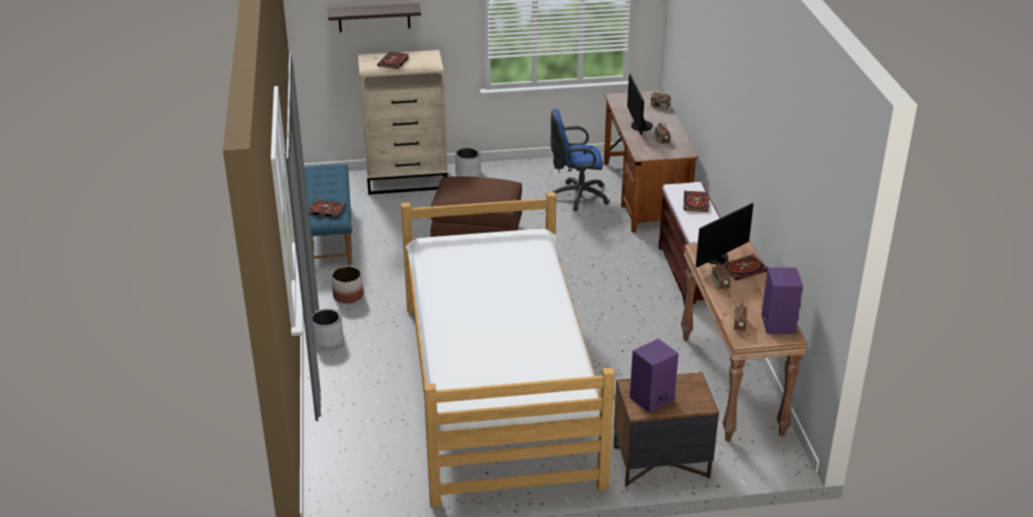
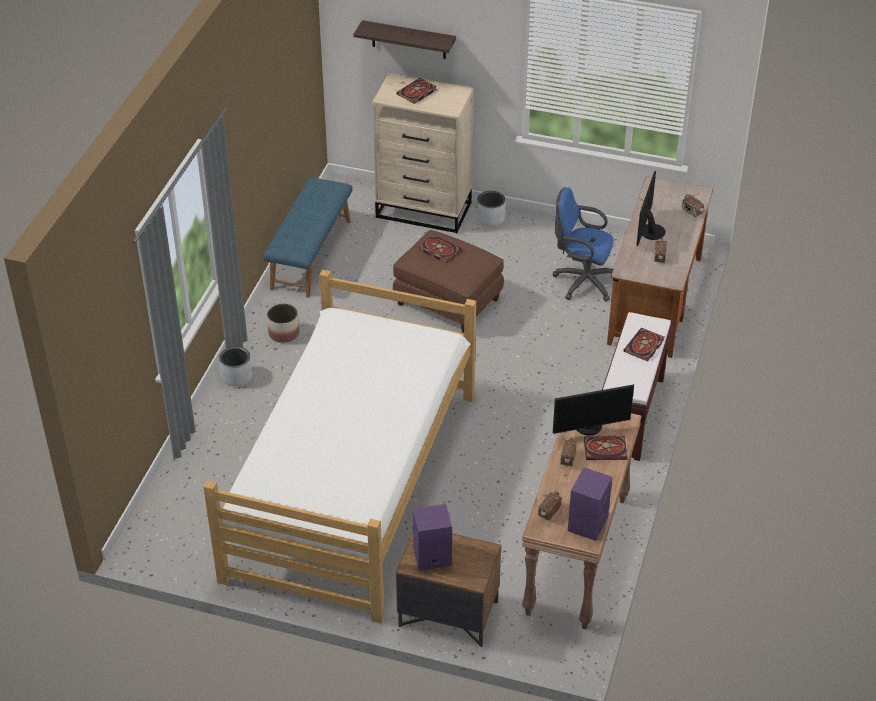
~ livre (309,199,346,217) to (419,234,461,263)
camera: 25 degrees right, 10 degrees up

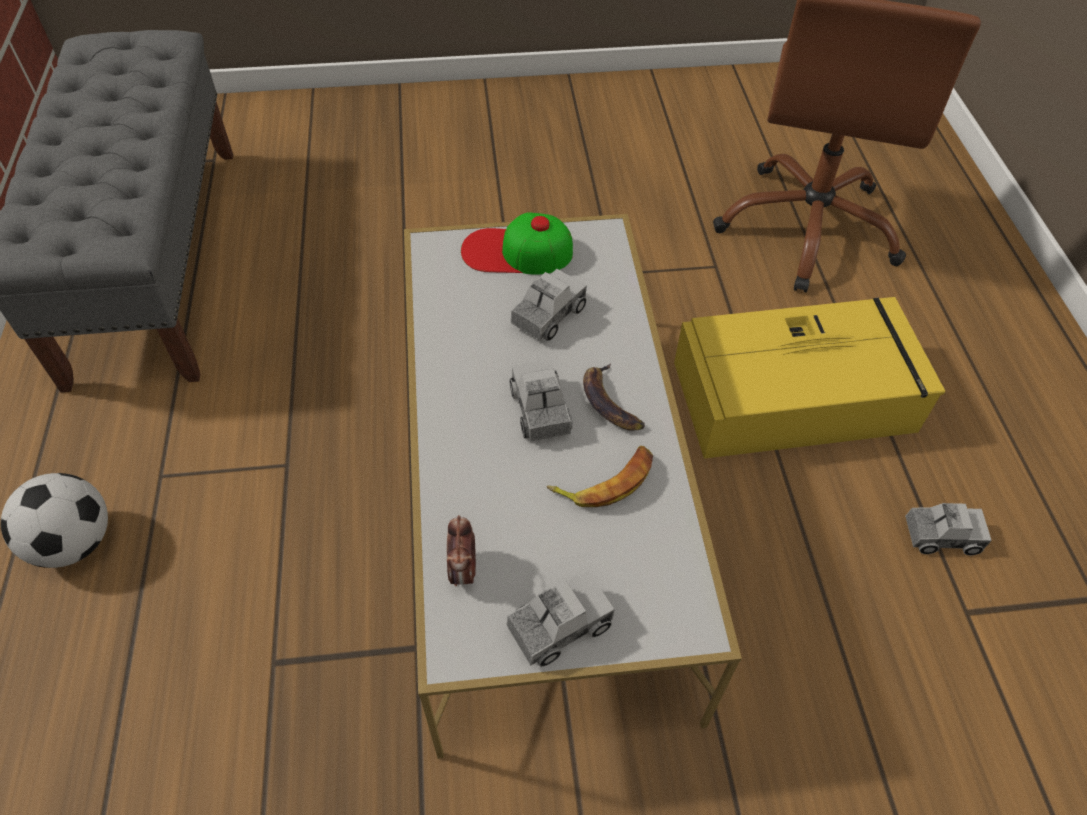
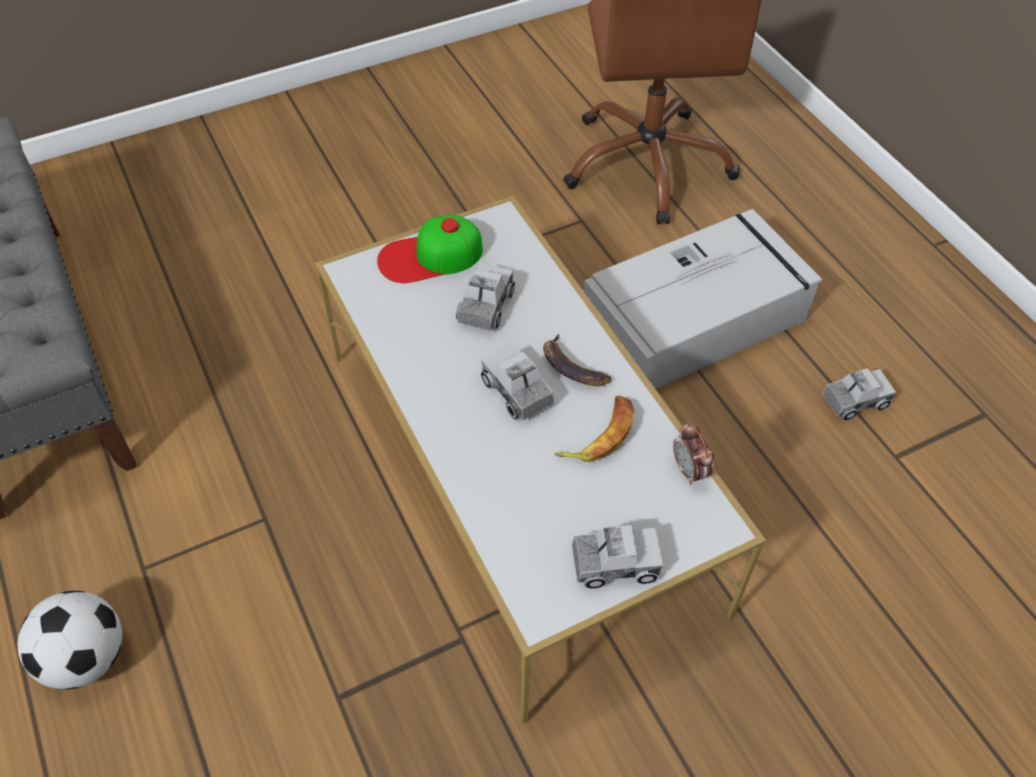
~ réveil (447,515,476,586) to (673,422,714,485)
~ boîte de rangement [jaune] (674,297,945,459) to boîte de rangement [gris] (583,209,822,389)
~ camion jouet (507,571,614,667) = (572,525,663,589) 45 degrees clockwise
camera: 20 degrees left, 0 degrees up

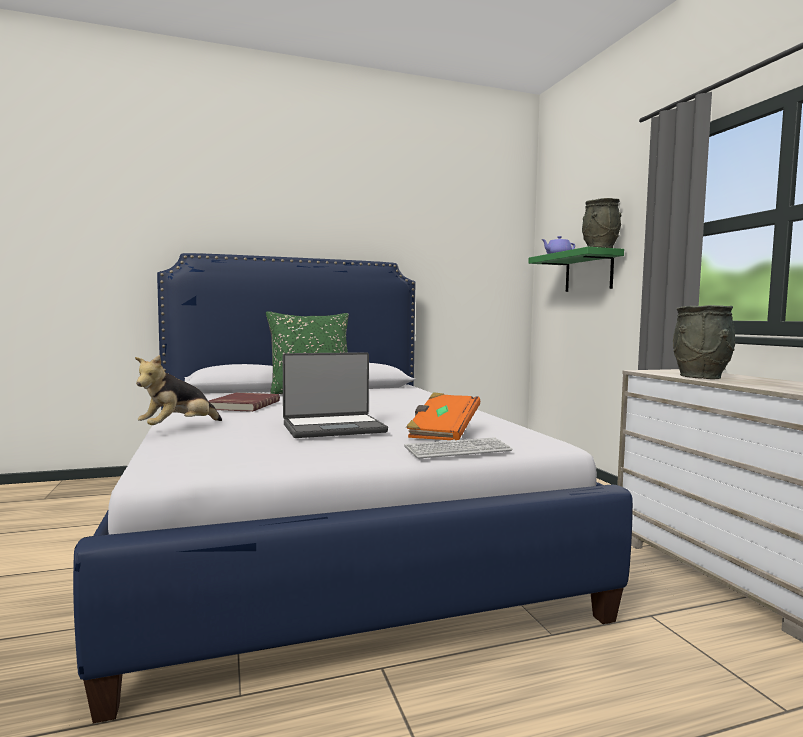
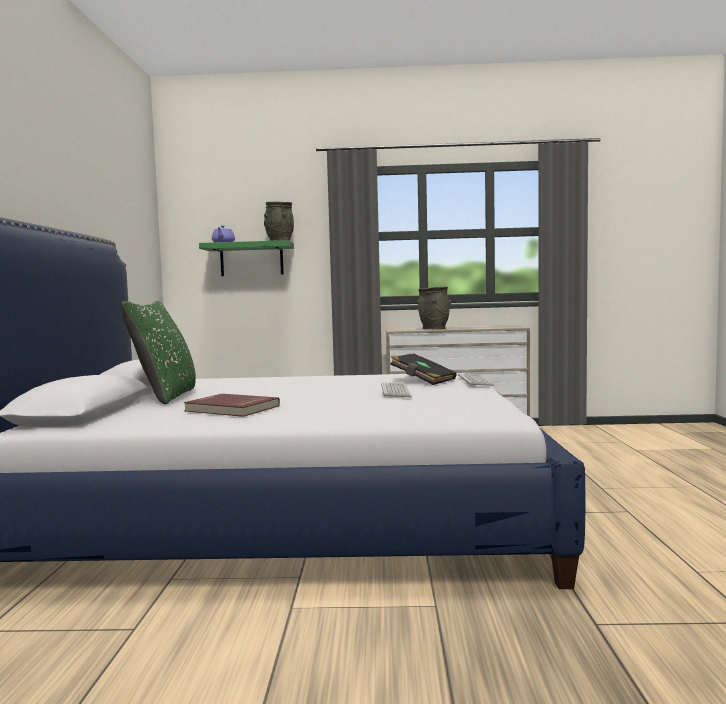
- peluche (135,355,222,425)
~ ordinateur portable (283,352,388,438) to clavier (381,382,412,397)
~ livre [orange] (406,392,480,440) to livre [noir] (390,354,457,385)
camera: 70 degrees left, 0 degrees up

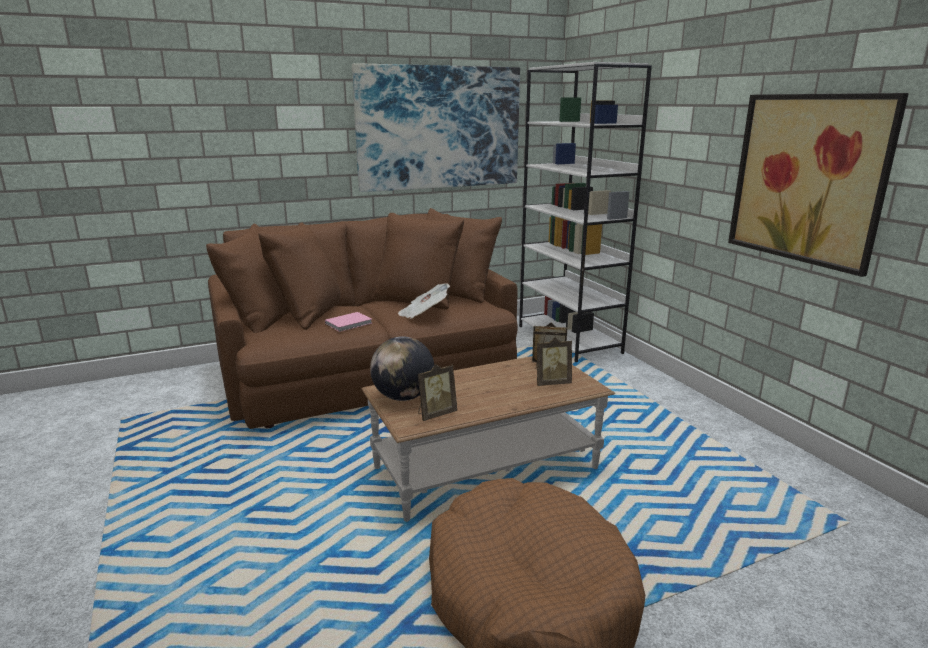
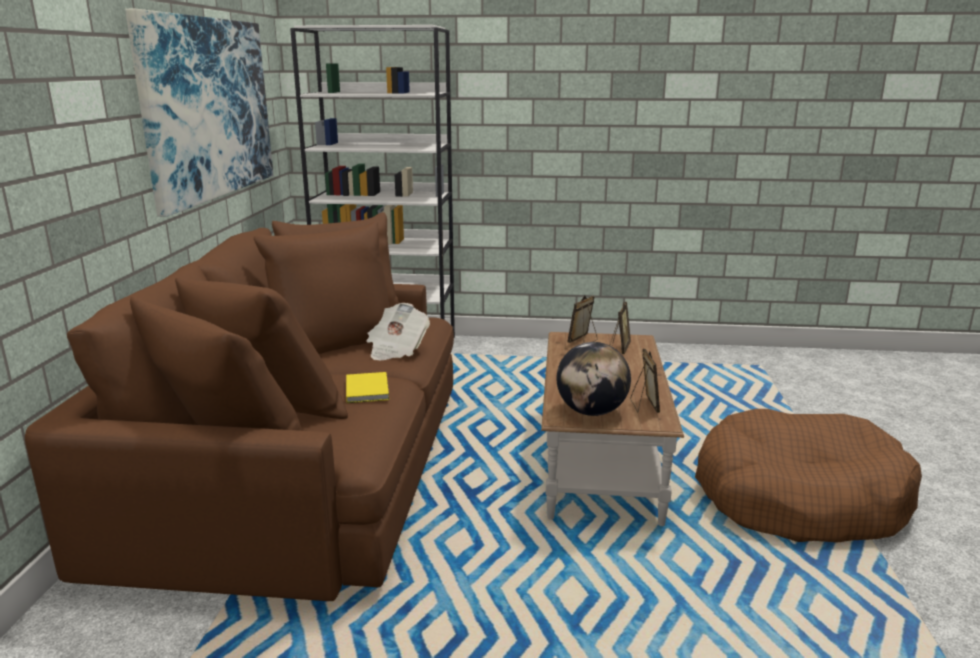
- tableau (728,93,909,277)
~ livre [rose] (325,312,372,332) to livre [jaune] (346,372,389,403)
camera: 60 degrees left, 0 degrees up

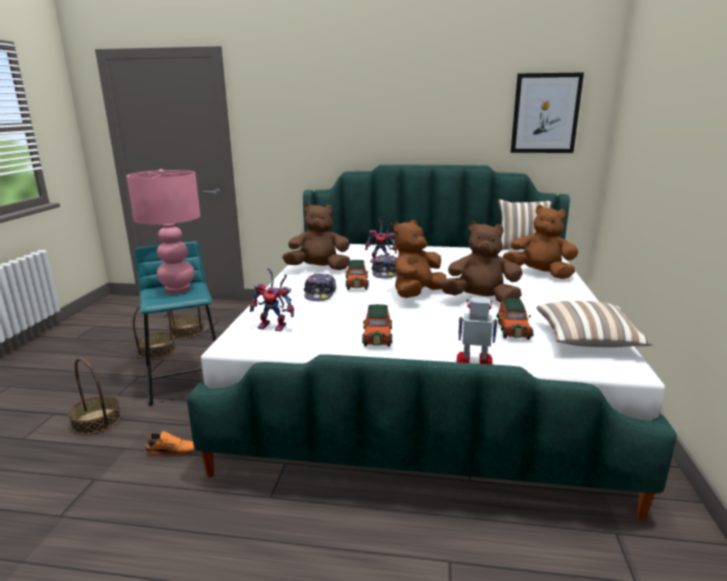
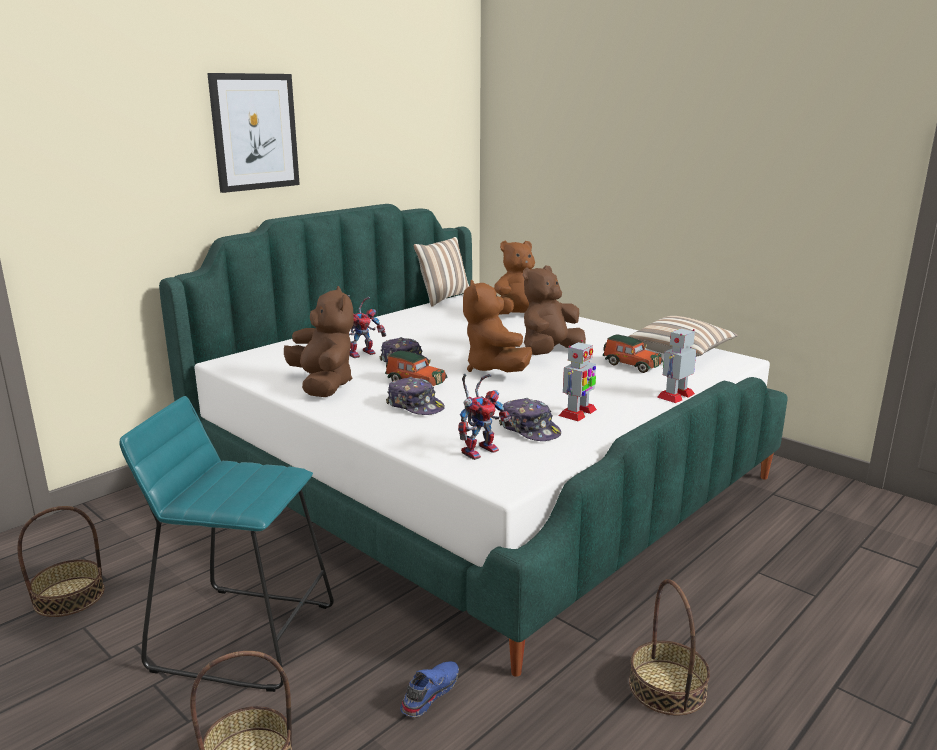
- lampe de table [rose] (126,169,200,294)
+ casquette (499,398,561,441)
~ panier (133,305,175,359) to (629,579,710,715)
~ tableau (511,72,584,153) to (207,73,300,193)
~ petite voiture (362,304,392,347) to robot jouet (559,340,597,421)
~ chaussure [orange] (145,431,195,457) to chaussure [bleu] (400,661,459,717)
~ peluche [marron] (282,203,350,270) = (284,286,354,397) 120 degrees clockwise
camera: 55 degrees left, 0 degrees up

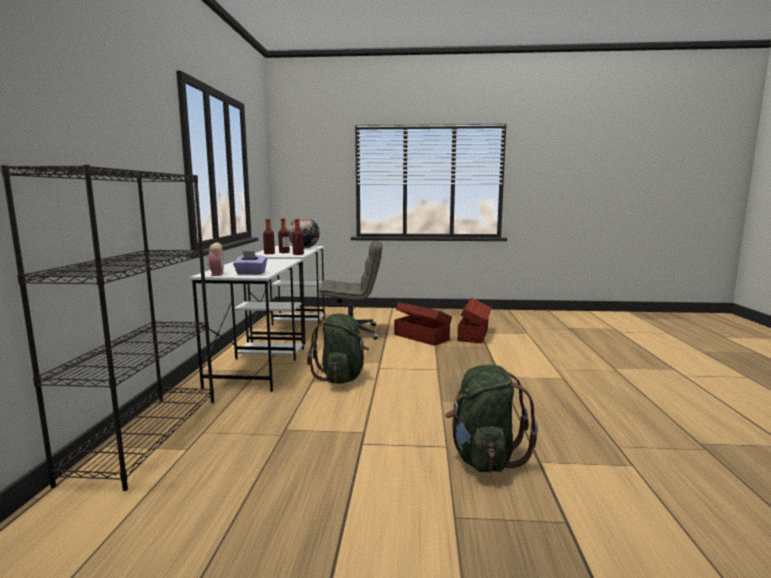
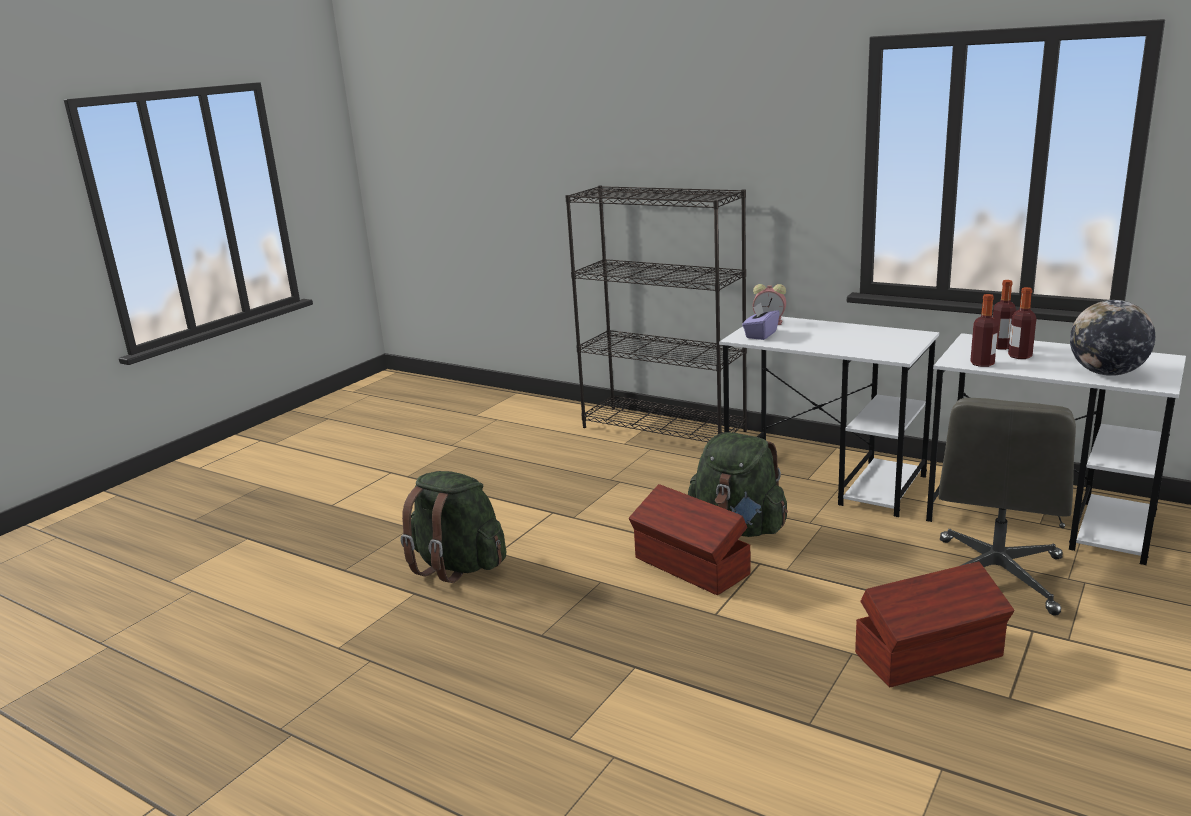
~ boîte de rangement [marron] (457,298,492,343) to (629,484,750,595)
camera: 120 degrees right, 10 degrees up

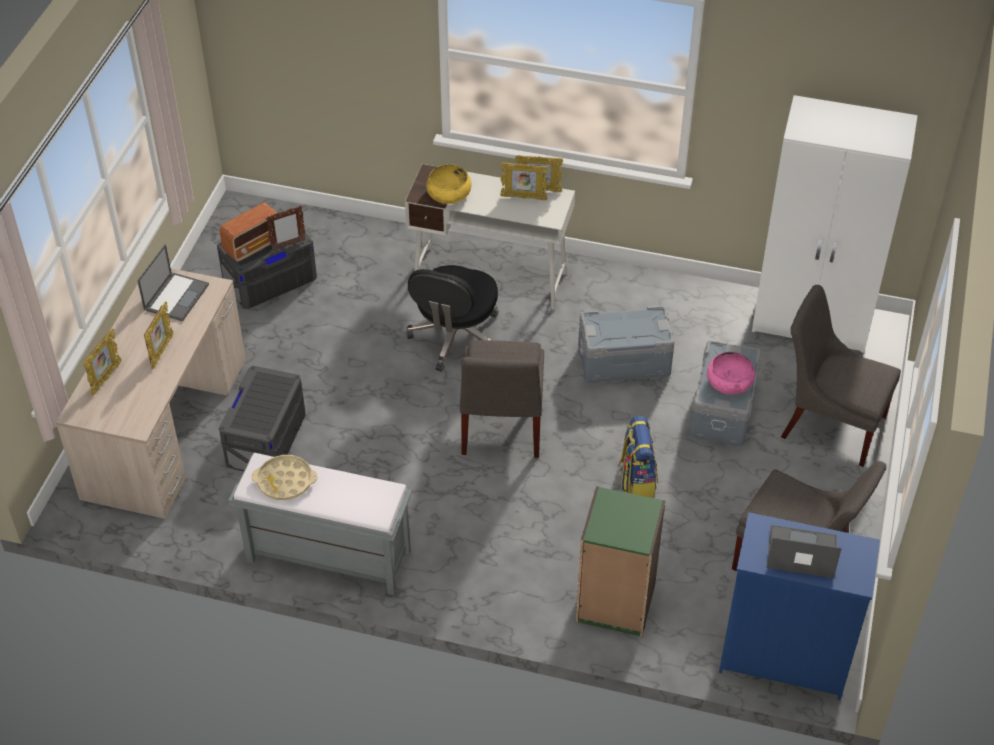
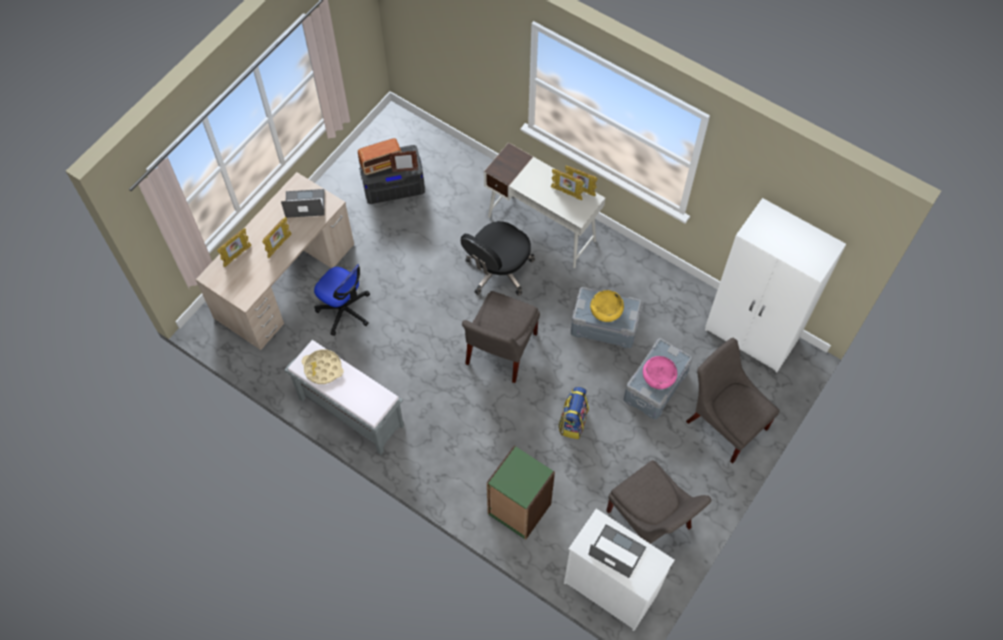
~ bol [jaune] (426,164,471,204) to (590,290,624,322)
~ boîte de rangement [gris] (219,366,306,471) to chaise de bureau (314,264,370,336)
~ commode [bleu] (719,512,880,700) to commode [blanc] (564,509,675,631)
~ ordinateur portable (137,244,209,321) = (281,189,325,218) 135 degrees counterclockwise
camera: 20 degrees right, 15 degrees up

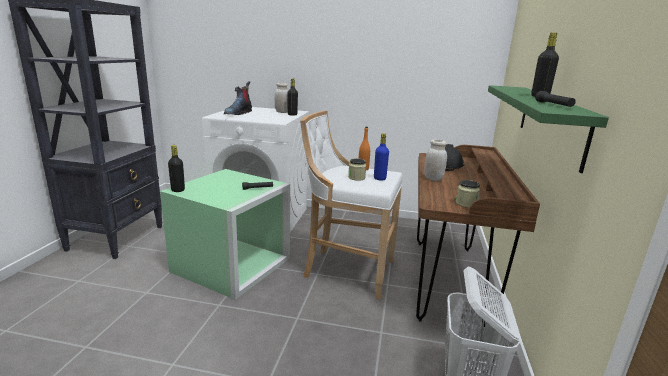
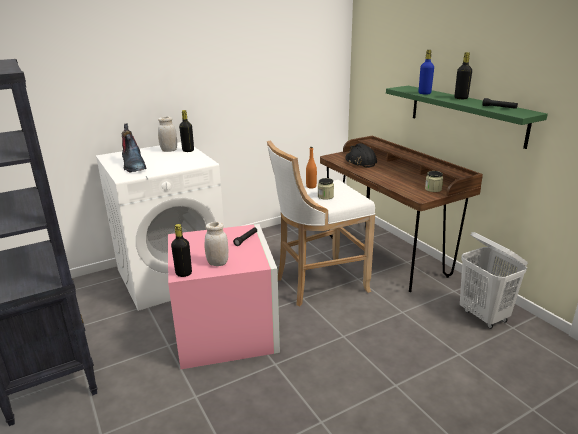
~ bouteille [bleu] (374,133,389,181) to (419,50,434,95)
~ bocal [blanc] (424,140,447,181) to (205,222,228,266)
~ boîte de rangement [vert] (160,169,290,300) to boîte de rangement [rose] (168,224,280,369)
camera: 40 degrees left, 5 degrees up

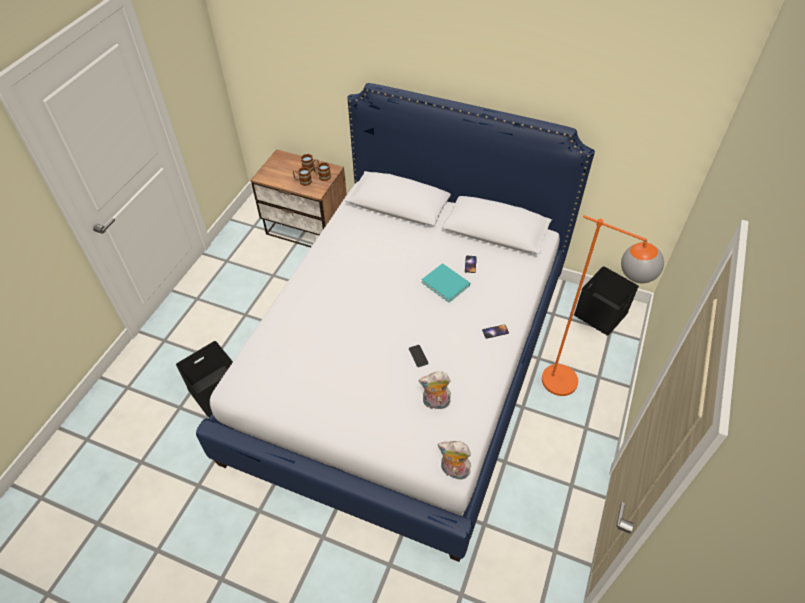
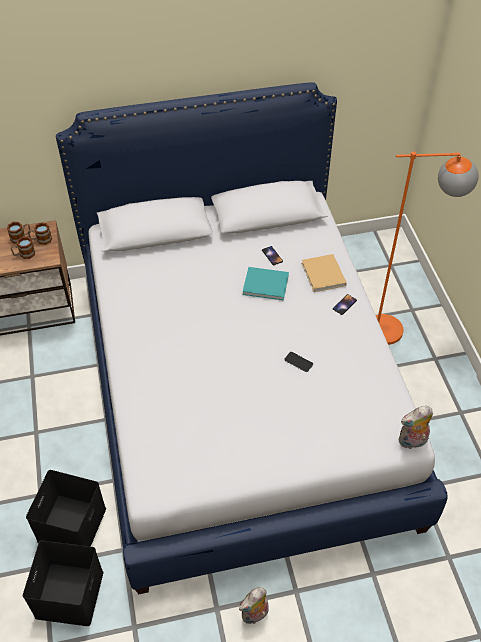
+ livre [beige] (301,254,347,292)
~ peluche (419,371,451,409) to (239,587,269,624)
~ boîte de rangement [noir] (574,266,639,336) to (23,541,104,626)
camera: 35 degrees left, 0 degrees up

